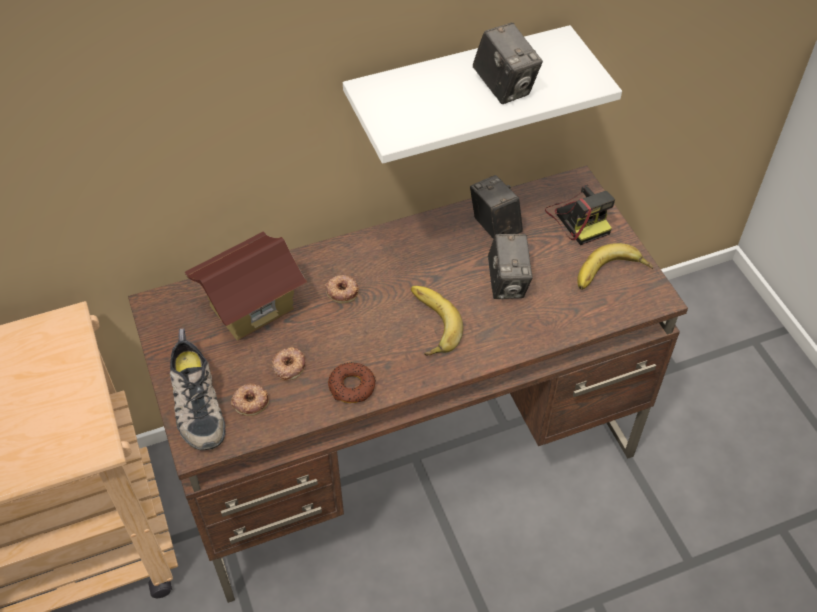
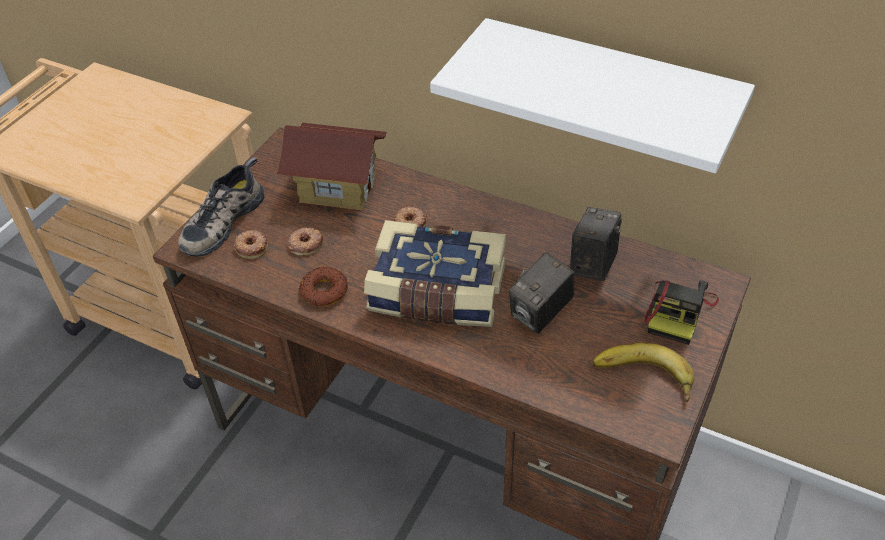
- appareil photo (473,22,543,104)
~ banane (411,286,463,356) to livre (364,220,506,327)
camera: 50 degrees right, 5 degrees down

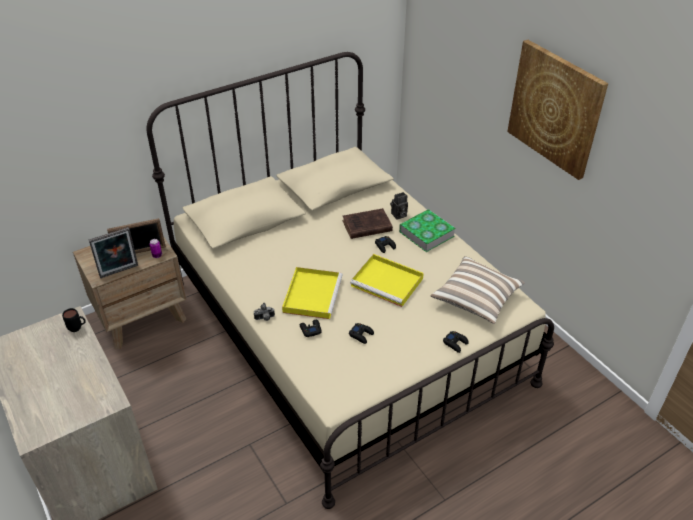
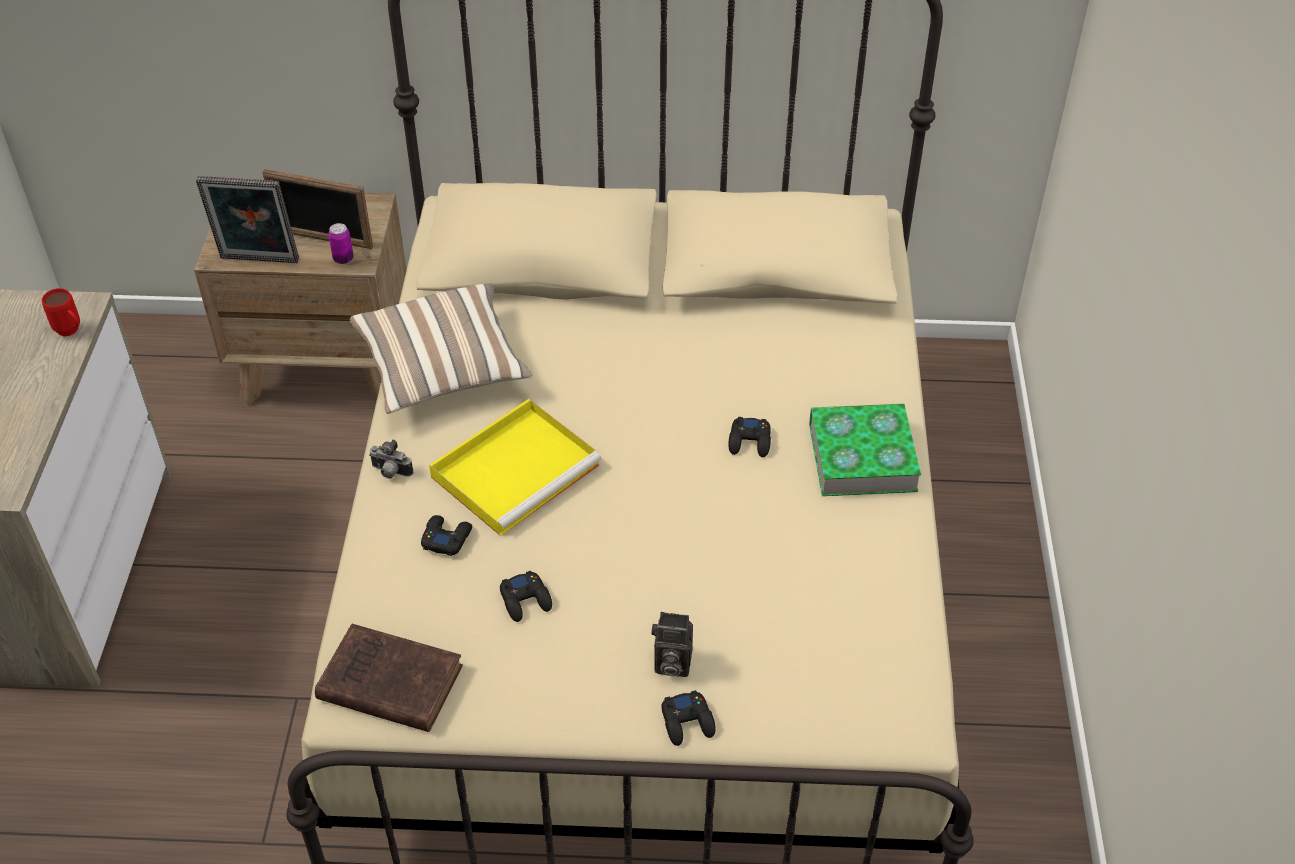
- plateau [jaune] (350,254,424,307)
- tableau (507,40,608,180)
~ livre [marron] (343,208,393,239) to (315,624,463,732)
~ appareil photo (390,192,408,219) to (652,612,693,677)
~ coussin (431,256,525,324) to (350,283,532,414)
~ mug [noir] (62,308,86,332) to mug [rouge] (42,288,80,336)
camera: 35 degrees right, 5 degrees up

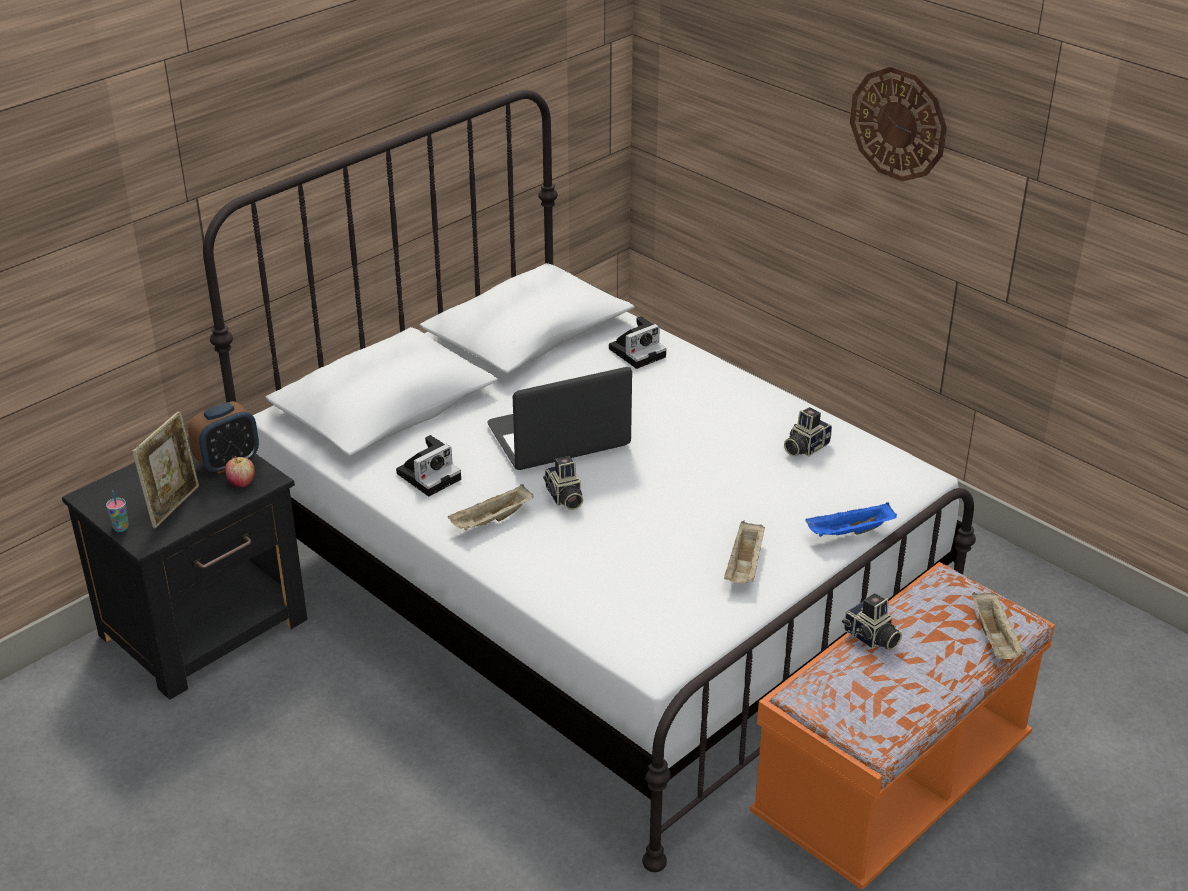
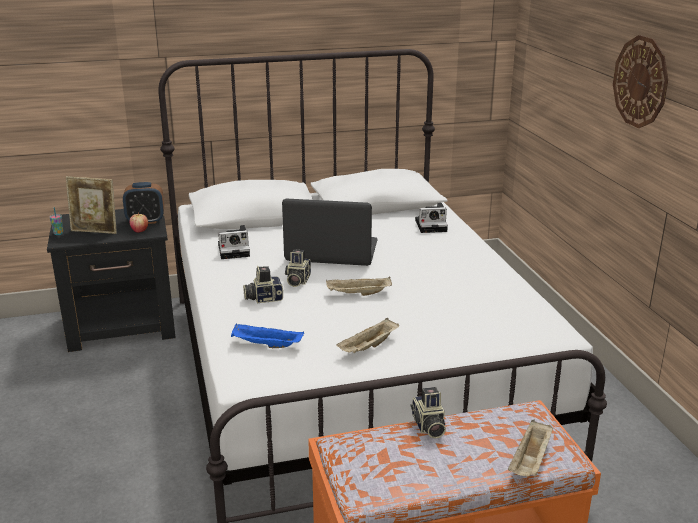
~ plateau [beige] (448,484,534,530) to (326,277,392,296)
~ appareil photo (784,407,832,457) to (243,266,283,303)
~ plateau [bleu] (805,502,897,537) to (231,324,304,348)
~ cadre photo (132,411,199,529) = (66,176,117,234) 45 degrees clockwise
camera: 30 degrees right, 10 degrees down

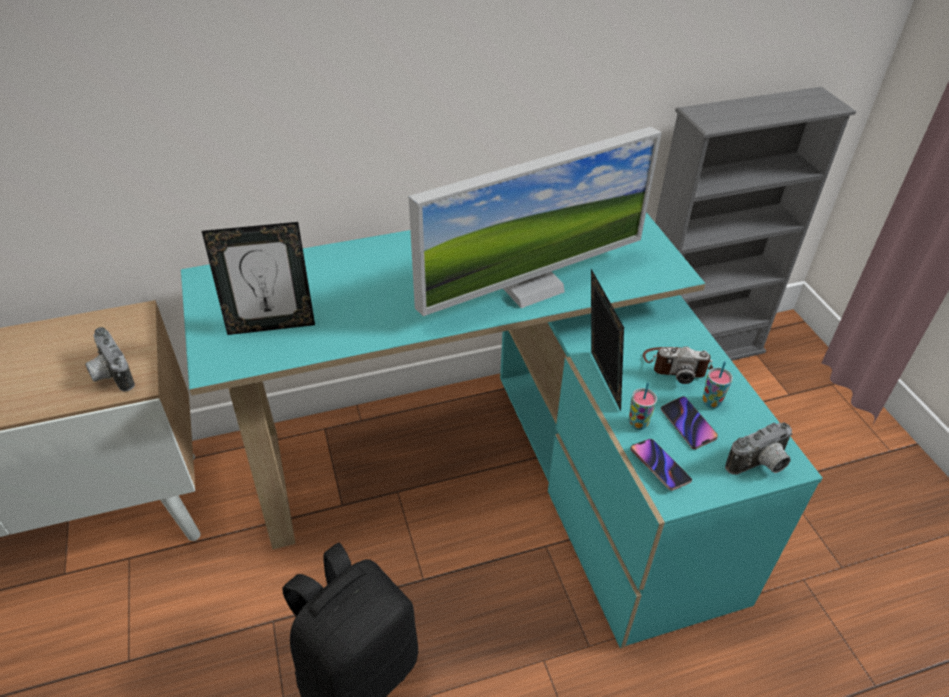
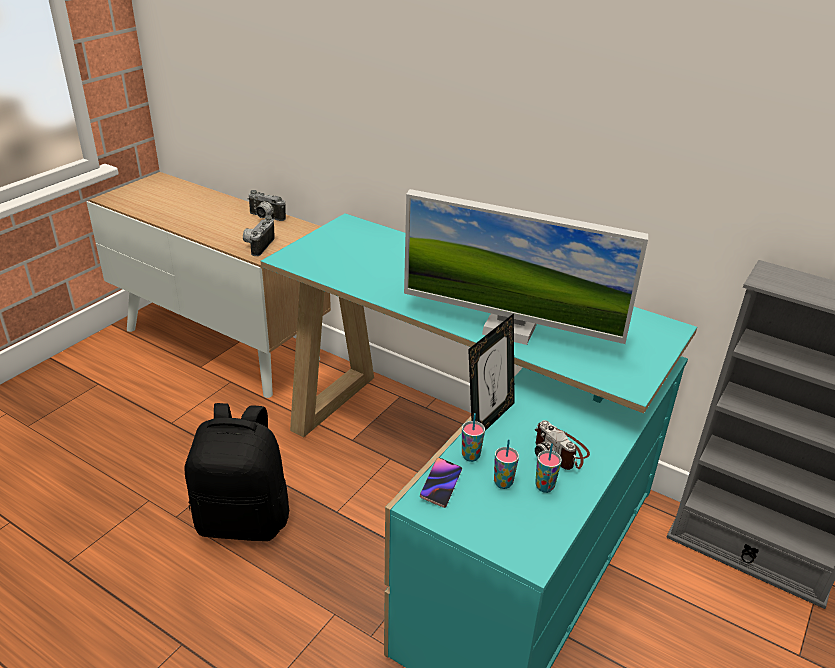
- cadre photo (202,222,315,335)
~ appareil photo (725,422,793,475) to (248,190,286,221)
~ téléphone (661,396,718,450) to tasse (494,439,519,489)
camera: 50 degrees right, 10 degrees down

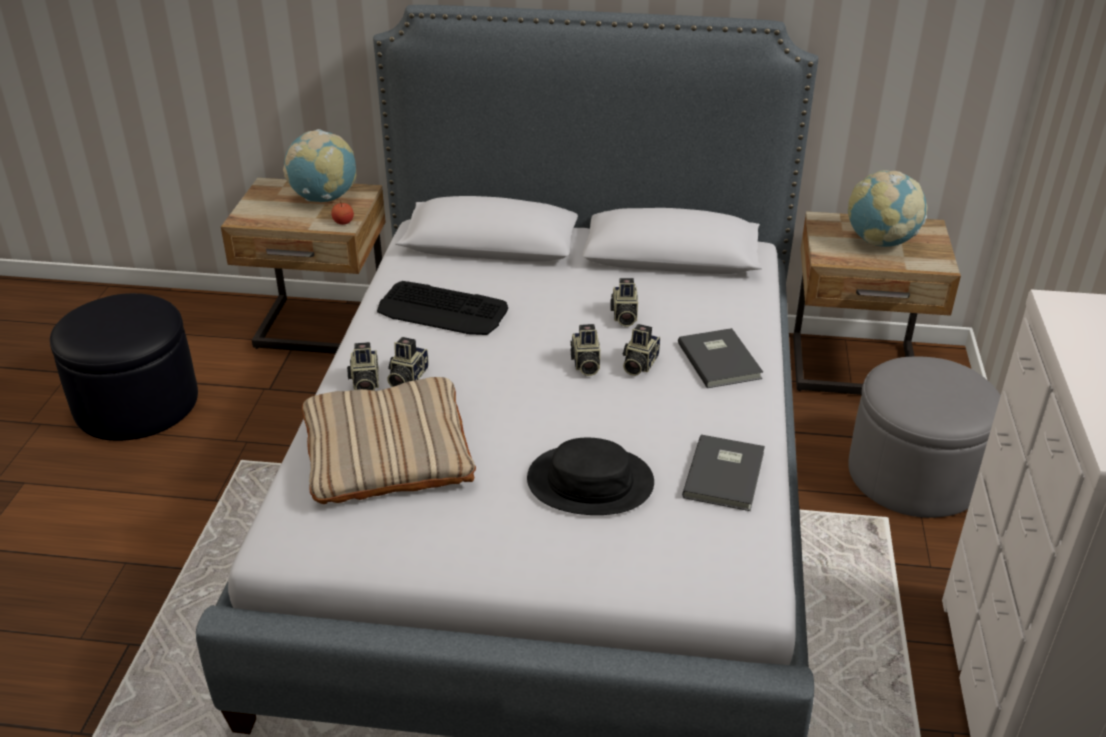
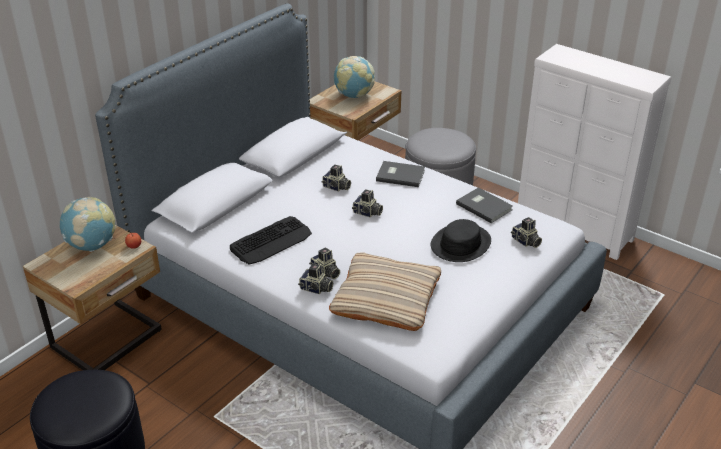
~ appareil photo (623,324,660,376) to (511,217,542,248)
camera: 60 degrees left, 0 degrees up

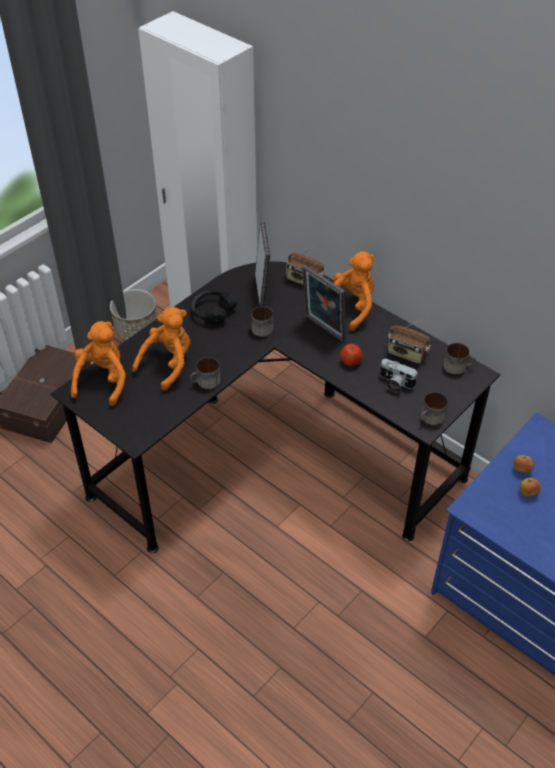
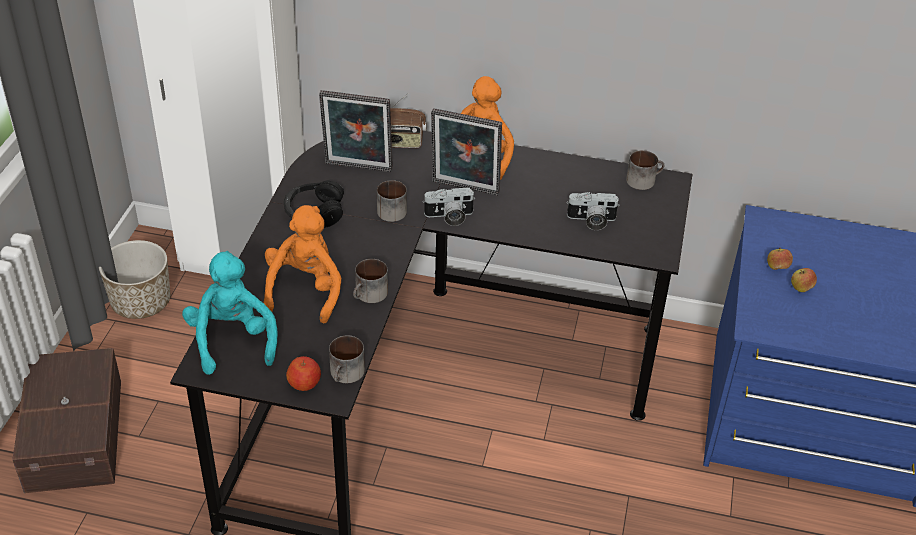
- radio (388,320,431,363)
+ appareil photo (423,187,475,226)
~ pomme (340,344,363,366) to (286,356,321,391)
~ mug (420,392,448,425) to (329,335,365,383)
~ peluche [orange] (71,321,126,406) to peluche [turquoise] (182,251,278,375)
~ cadre photo (255,222,270,306) = (319,90,393,172) 135 degrees clockwise
camera: 30 degrees left, 5 degrees down

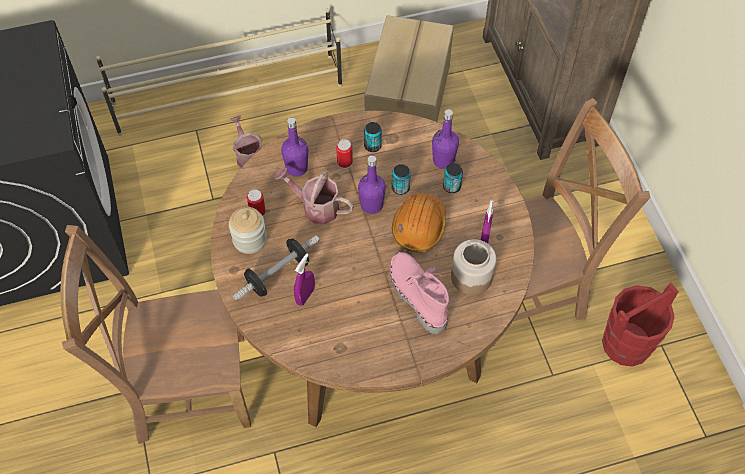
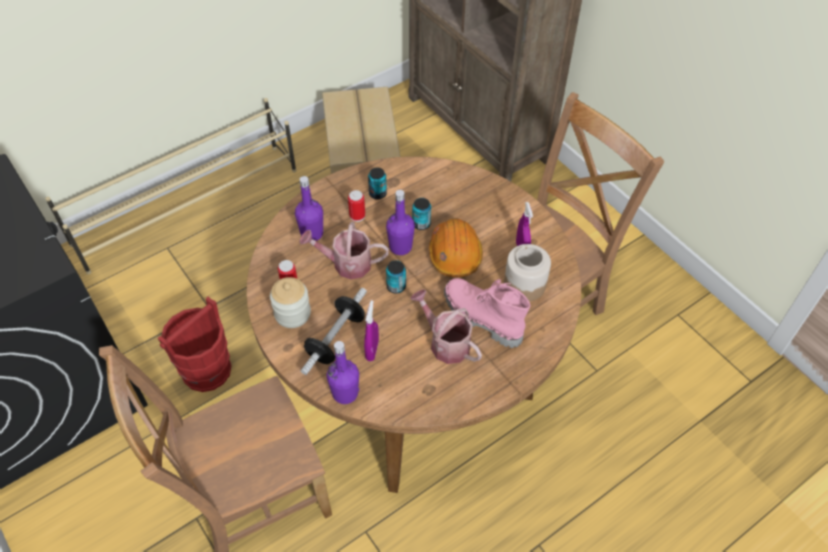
~ arrosoir (230,115,263,168) to (410,289,482,364)
~ bouteille [violet] (432,109,459,169) to (327,341,359,404)
~ boîte métallique (443,163,463,193) to (386,260,406,294)
~ seau [rouge] (602,282,679,367) to (158,297,231,392)
camera: 20 degrees left, 5 degrees down

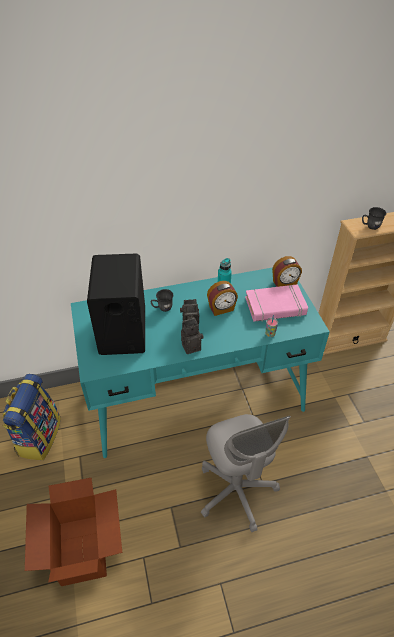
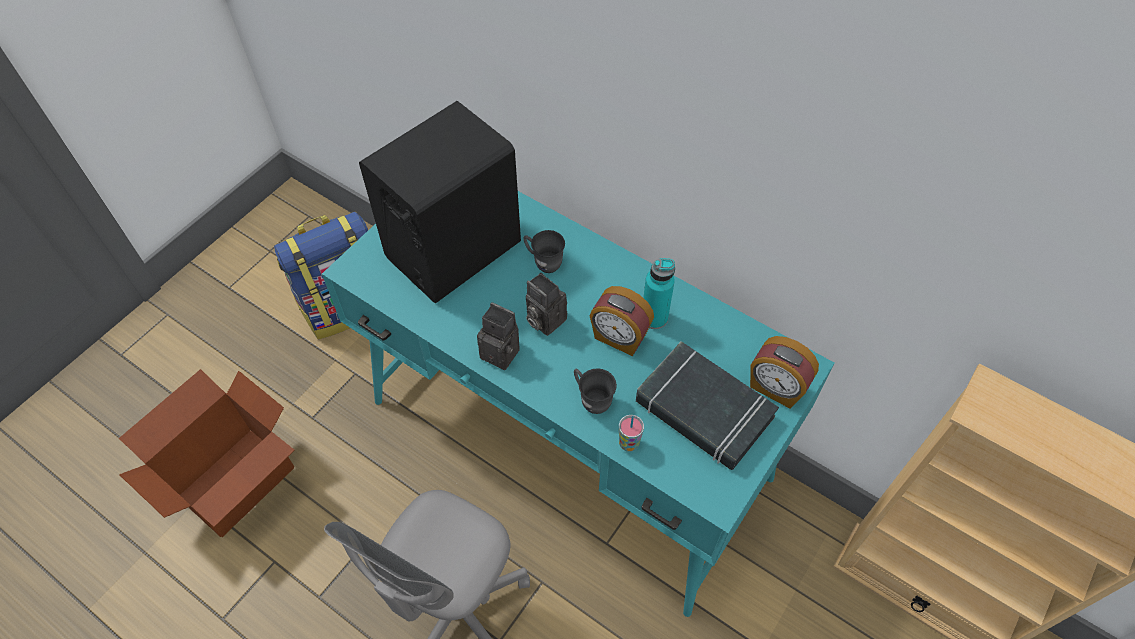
~ mug [gris] (362,207,386,230) to (574,368,617,414)
~ livre [rose] (245,284,308,322) to livre [noir] (636,341,779,470)
camera: 50 degrees right, 10 degrees up

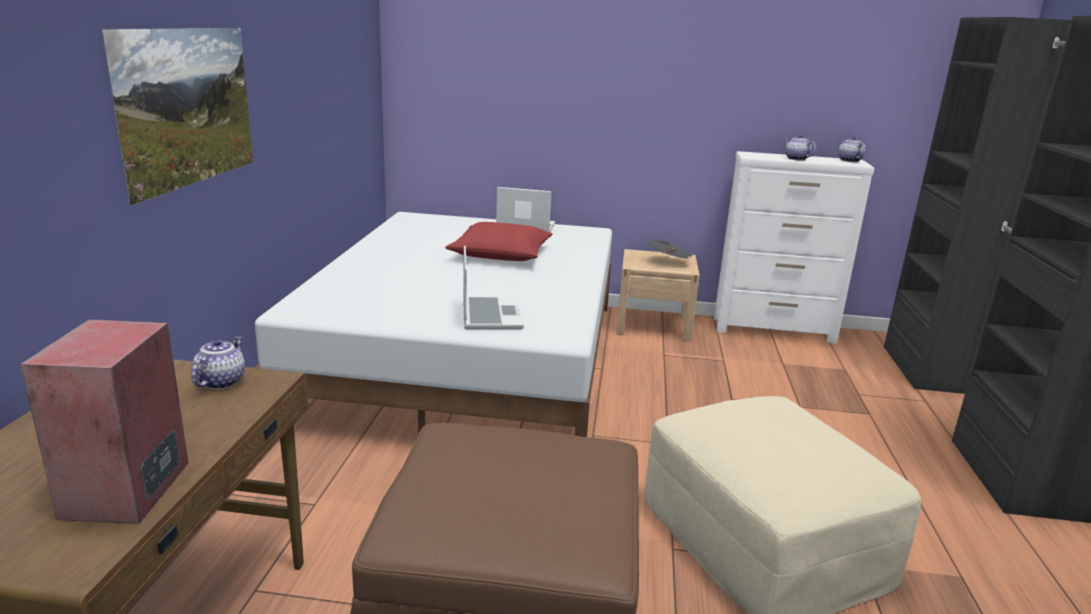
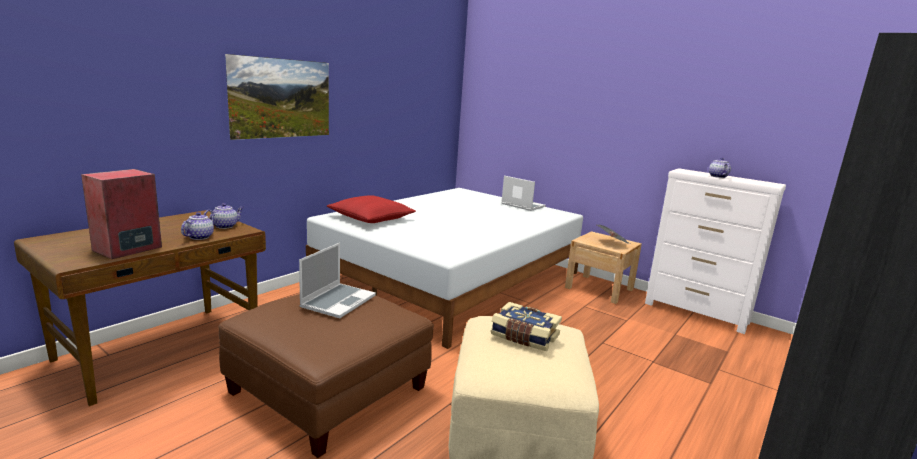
+ livre (491,302,562,351)
~ coussin [rouge] (445,222,553,261) to (327,195,416,223)
~ ordinateur portable (463,246,524,329) to (299,243,376,318)
~ théière (838,136,866,162) to (181,212,215,240)
camera: 30 degrees right, 5 degrees down

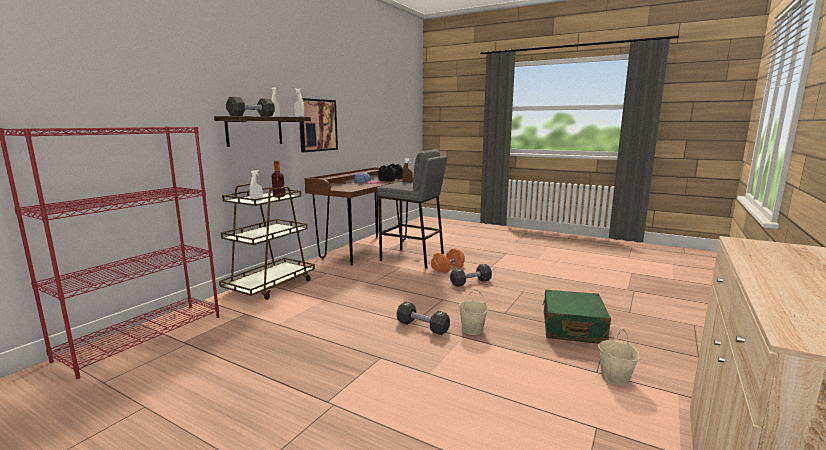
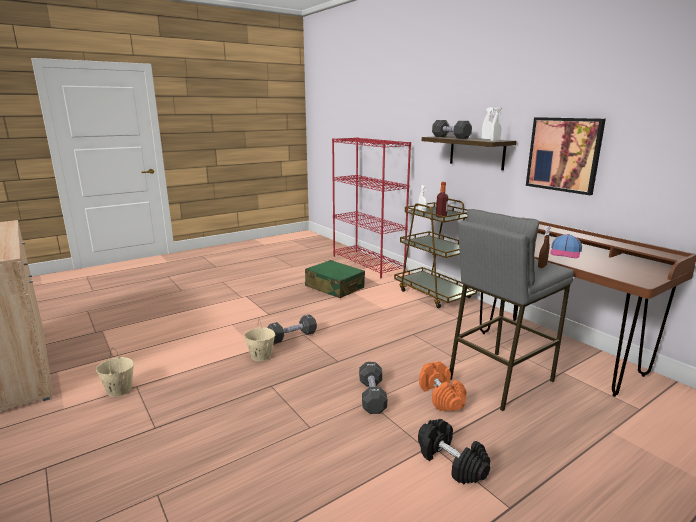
~ haltère [noir] (378,163,403,182) to (418,419,490,484)
~ valise [vert] (542,290,611,344) to (305,260,365,298)
camera: 115 degrees right, 5 degrees up

